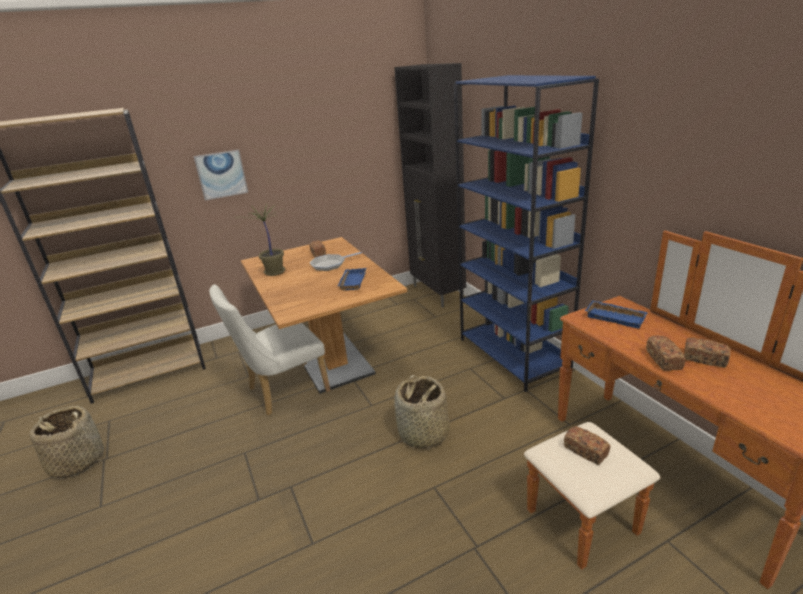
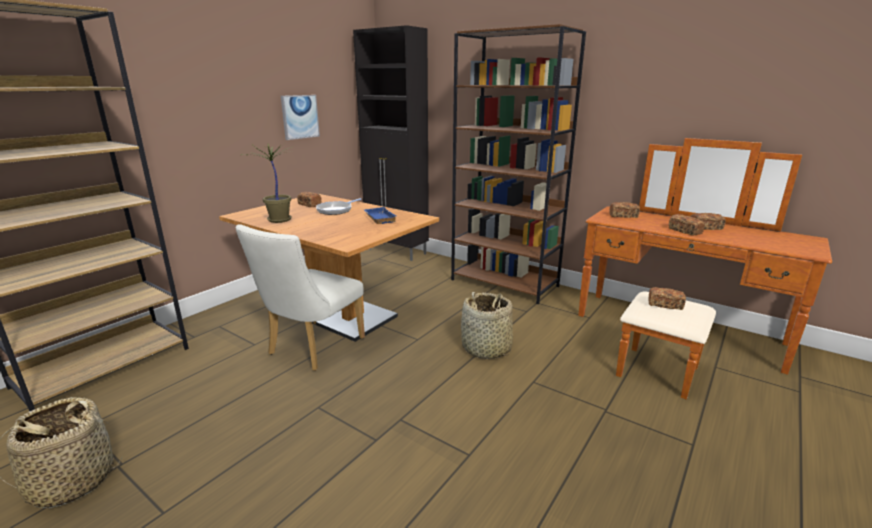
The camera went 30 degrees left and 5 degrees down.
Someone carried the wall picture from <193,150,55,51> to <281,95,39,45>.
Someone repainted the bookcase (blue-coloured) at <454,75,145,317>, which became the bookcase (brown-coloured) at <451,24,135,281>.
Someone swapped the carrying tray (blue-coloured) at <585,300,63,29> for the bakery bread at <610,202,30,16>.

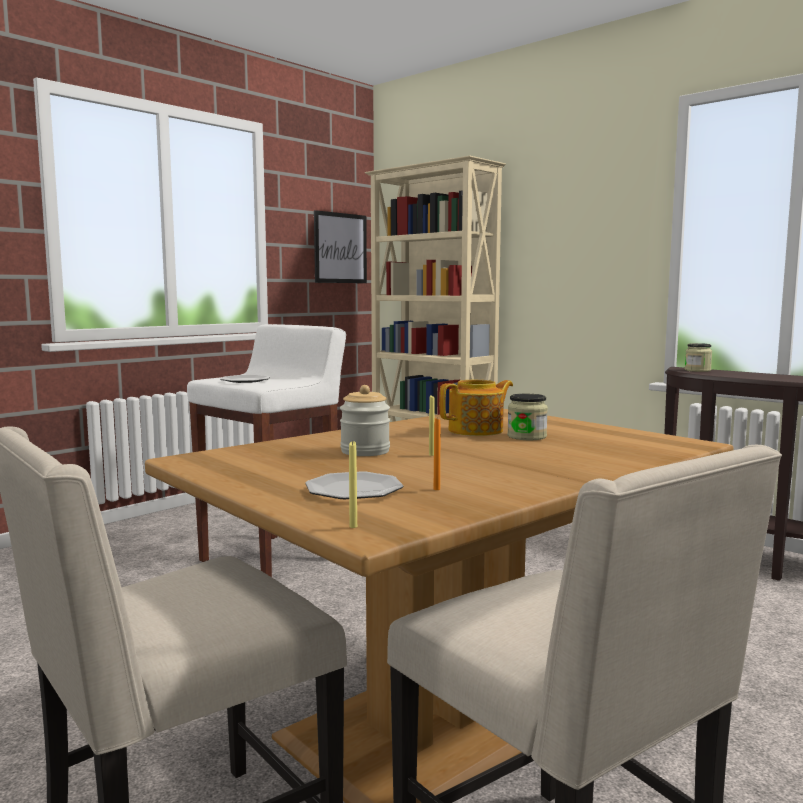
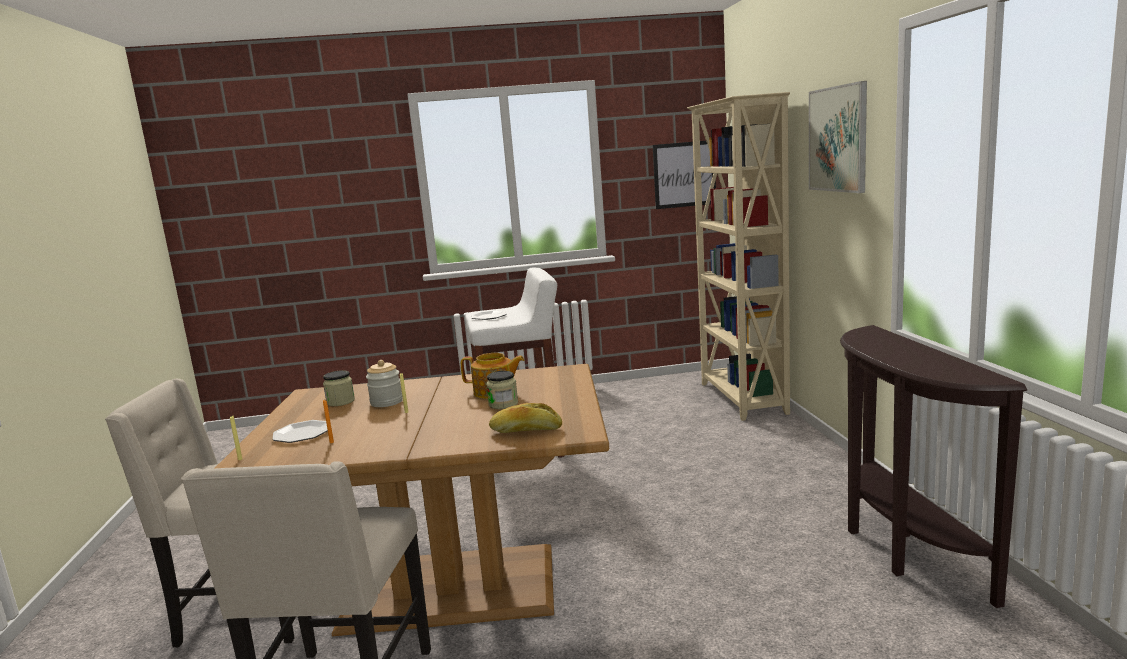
The camera went 40 degrees right and 5 degrees up.
Someone carried the storage jar from <685,343,27,29> to <323,370,32,36>.
Someone put down the bakery bread at <489,403,73,30>.
Someone put up the wall picture at <809,81,58,112>.

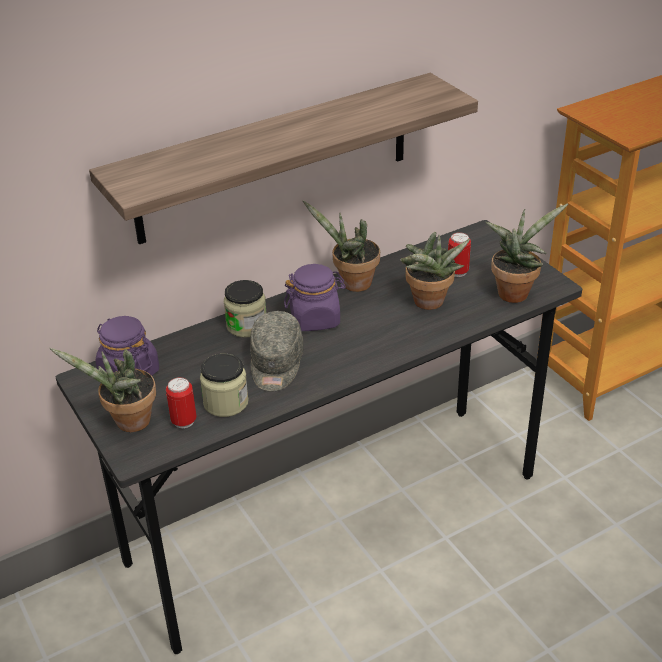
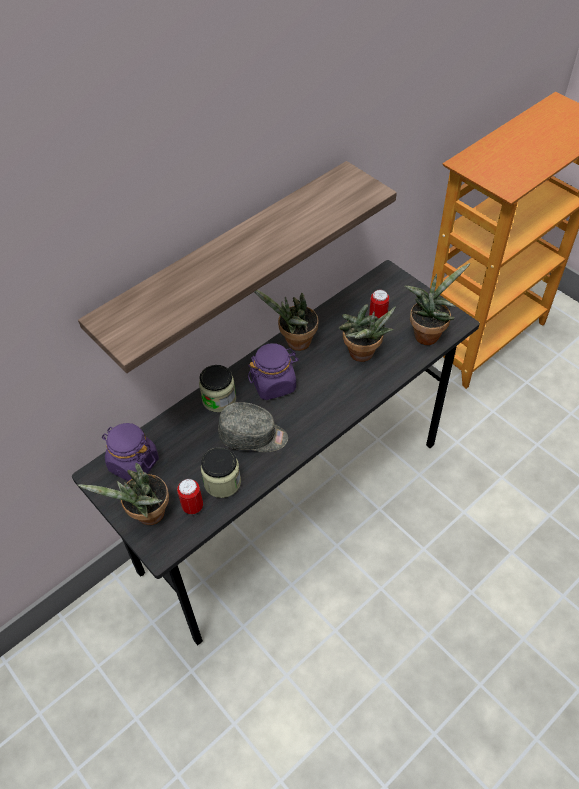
The camera went 10 degrees left and 15 degrees up.
Someone rotated the baseball cap (gray) at <250,311,54,81> by 75 degrees counterclockwise.

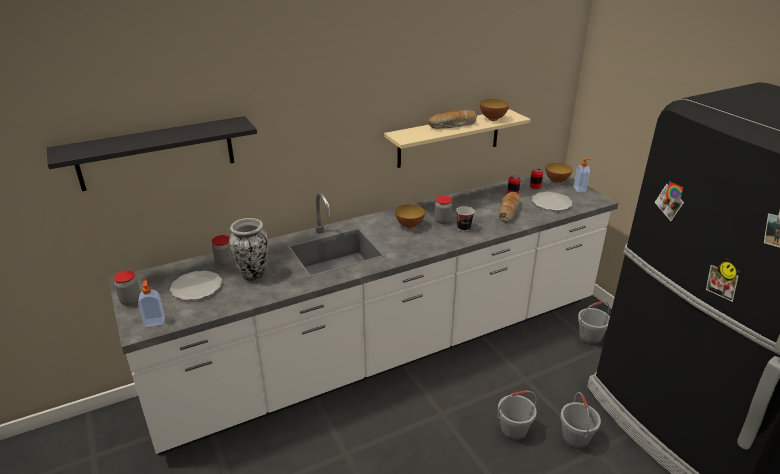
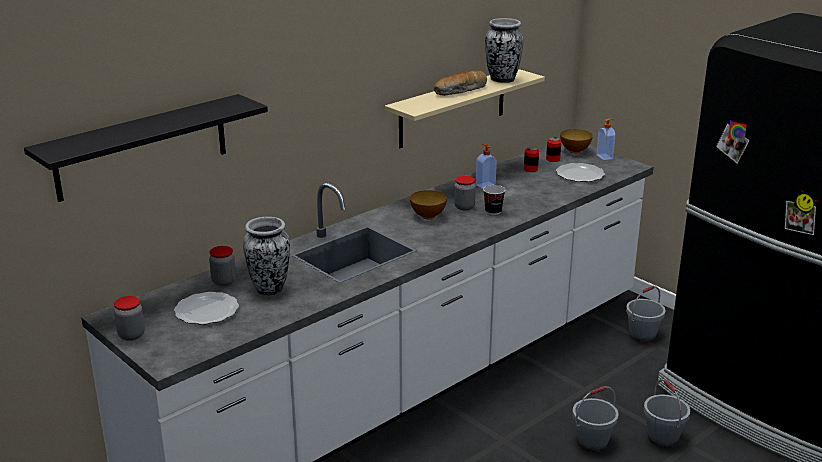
The camera went 15 degrees left and 5 degrees down.
Someone carried the liquid soap bottle from <138,280,27,47> to <476,144,21,45>.
Someone swapped the deep dish at <480,99,29,22> for the flower vase at <485,18,39,65>.
Someone took away the bakery bread at <499,192,21,31>.

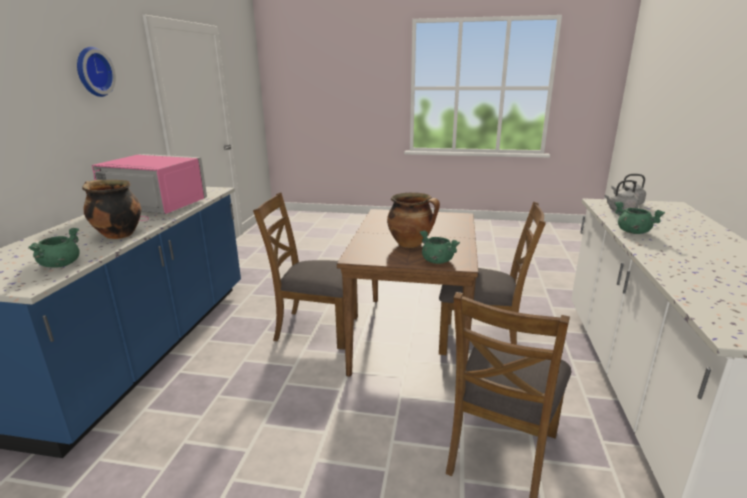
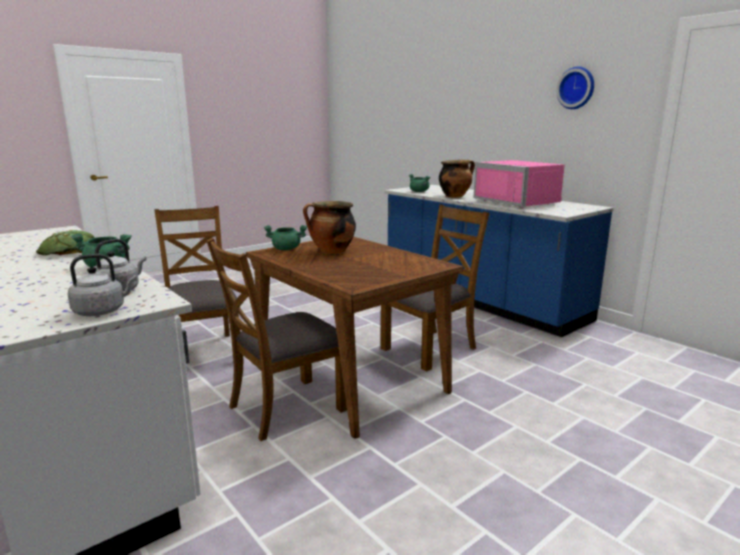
The camera went 130 degrees right and 5 degrees down.
Someone rotated the microwave oven (pink) at <92,154,115,67> by 90 degrees clockwise.
Someone put down the bakery bread at <36,230,59,26>.

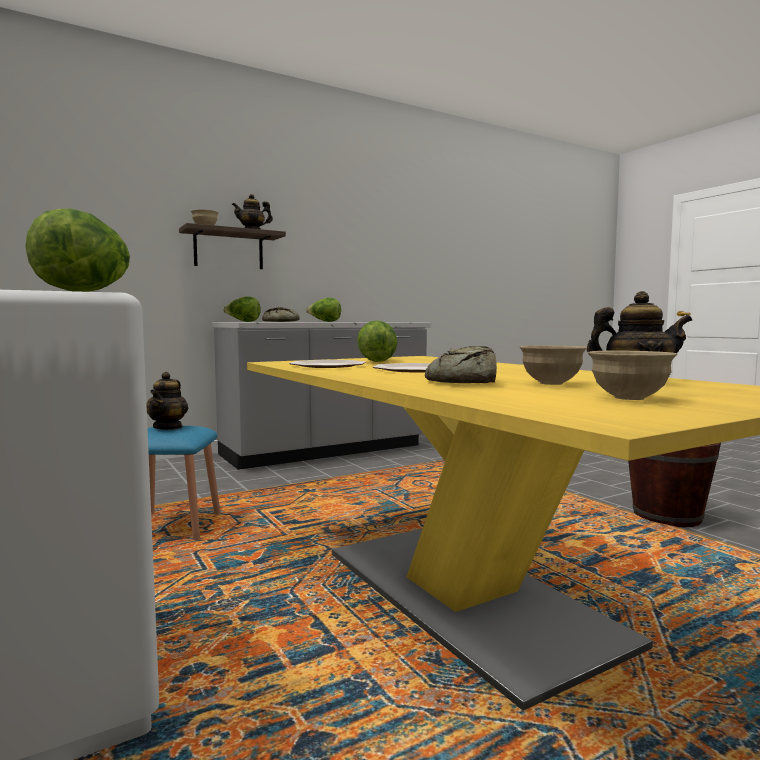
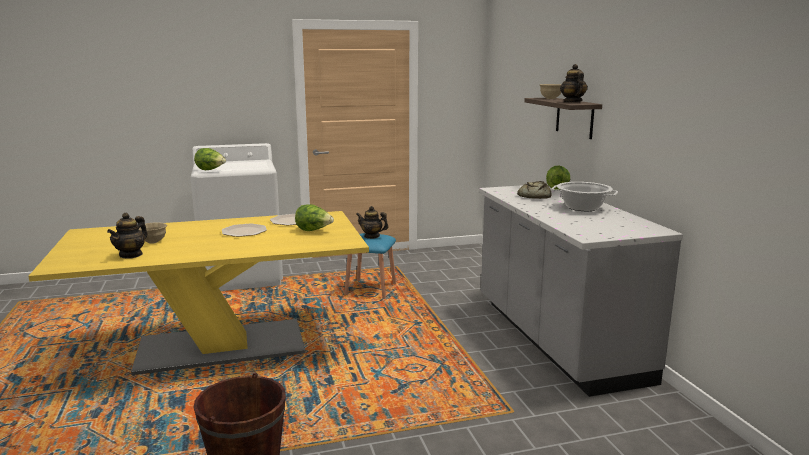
The camera went 105 degrees right and 10 degrees up.
Someone swapped the lettuce head at <306,298,35,24> for the stockpot at <551,182,67,29>.
Someone took away the bakery bread at <425,346,72,37>.
Someone took away the deep dish (beige) at <588,350,89,50>.

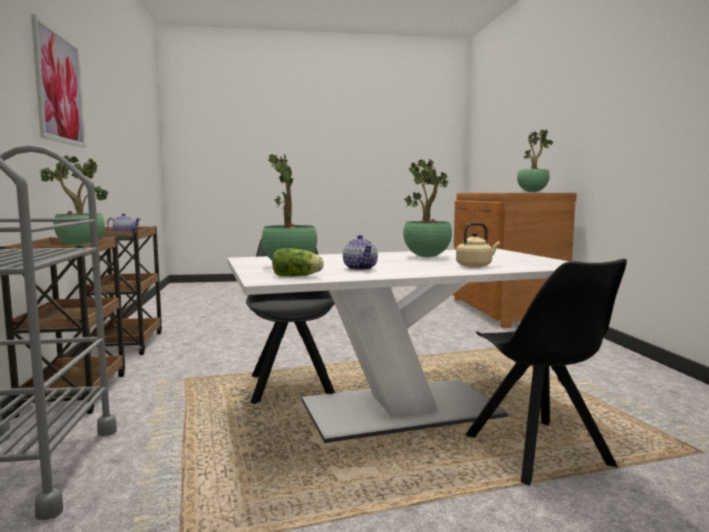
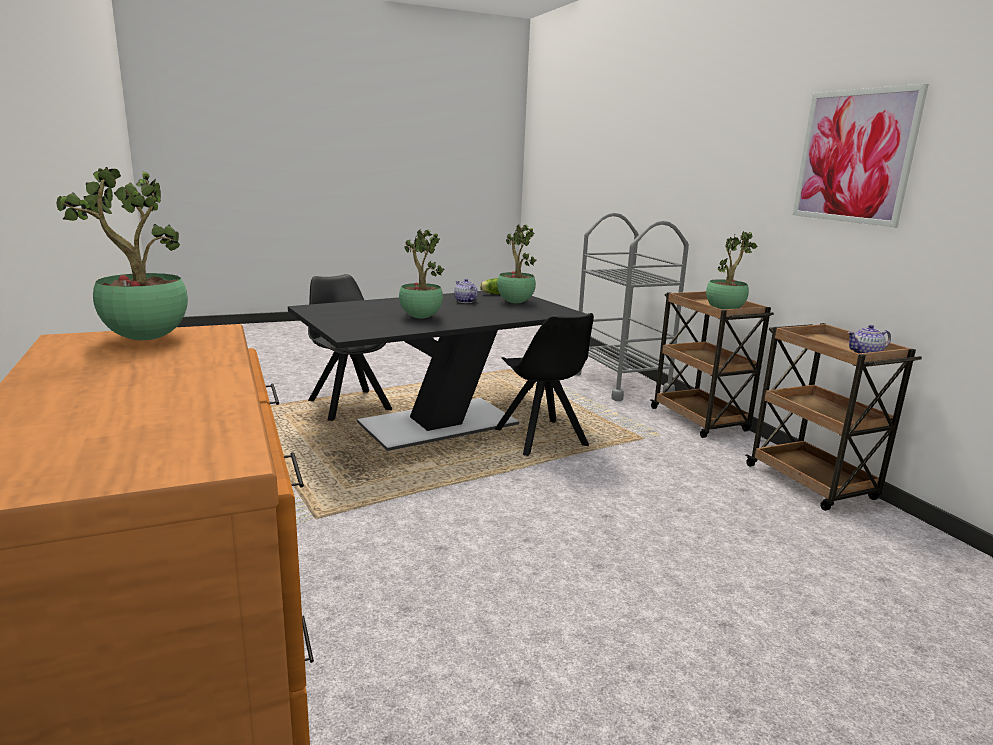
The camera went 165 degrees right and 10 degrees up.
Someone repainted the kitchen table (whitish) at <227,248,341,195>, which became the kitchen table (black-coloured) at <288,291,298,160>.
Someone took away the tea kettle (beige) at <456,223,44,45>.

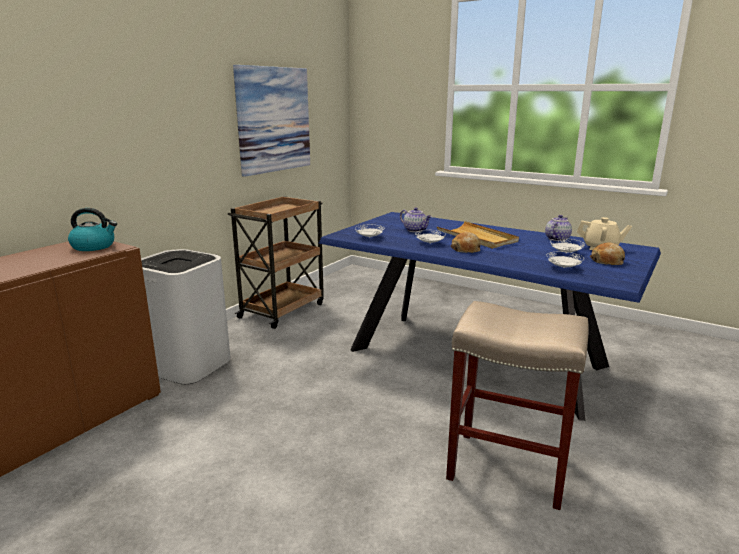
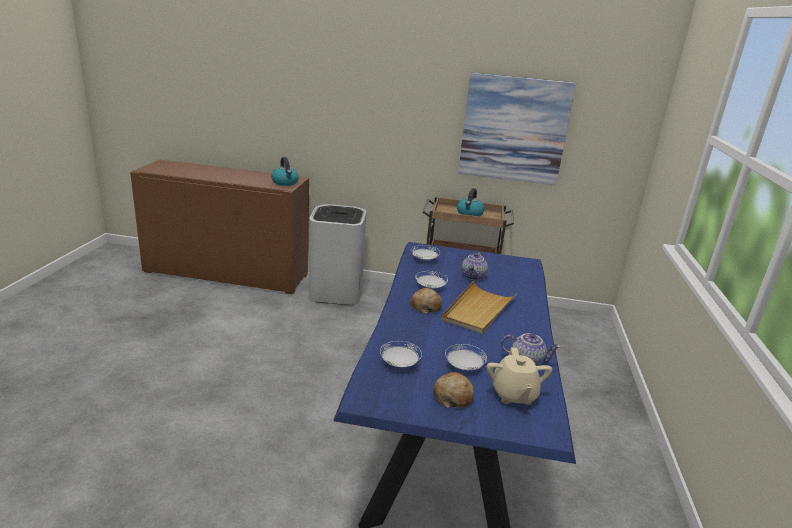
The camera went 65 degrees right and 5 degrees up.
Someone took away the stool (beige) at <446,301,143,209>.
Someone put down the tea kettle at <457,188,28,29>.

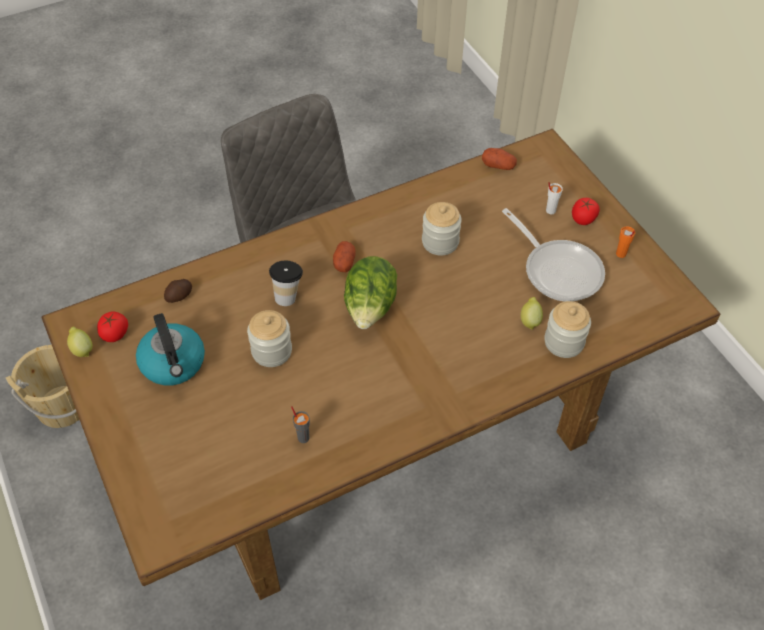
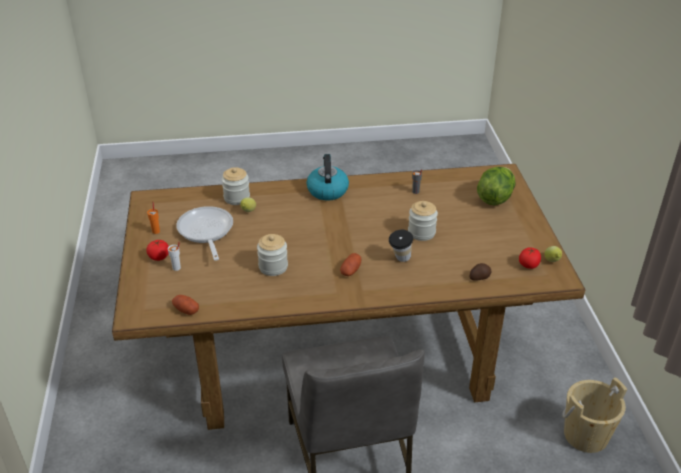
The camera went 160 degrees left and 15 degrees down.
Someone carried the tea kettle from <136,313,69,72> to <307,154,42,47>.
Someone carried the lettuce head from <344,256,53,73> to <477,167,39,38>.

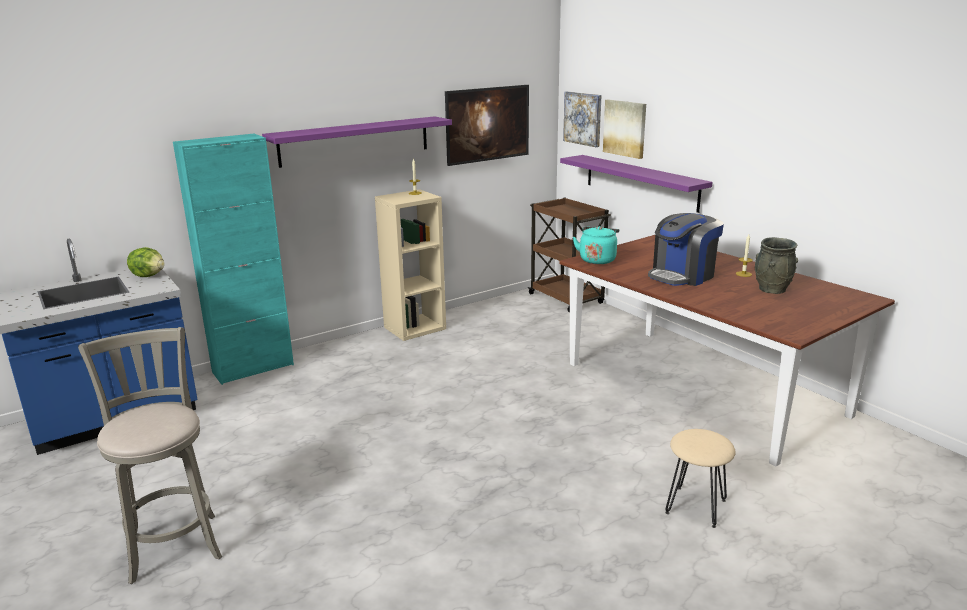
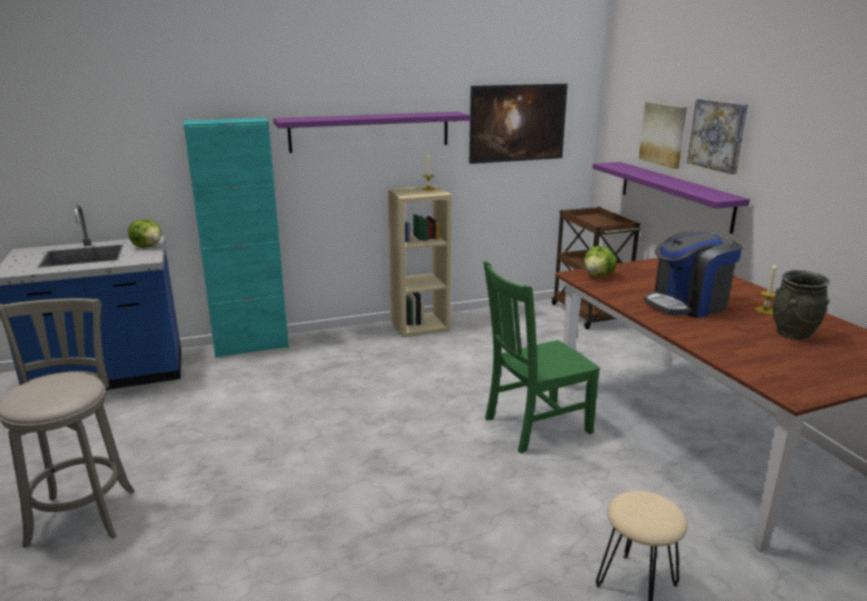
The camera went 15 degrees right and 0 degrees up.
Someone carried the wall picture from <563,91,39,56> to <687,99,61,75>.
Someone swapped the tea kettle (turquoise) at <573,226,46,38> for the lettuce head at <584,246,32,30>.
Someone put down the upright chair (green-coloured) at <483,261,117,193>.

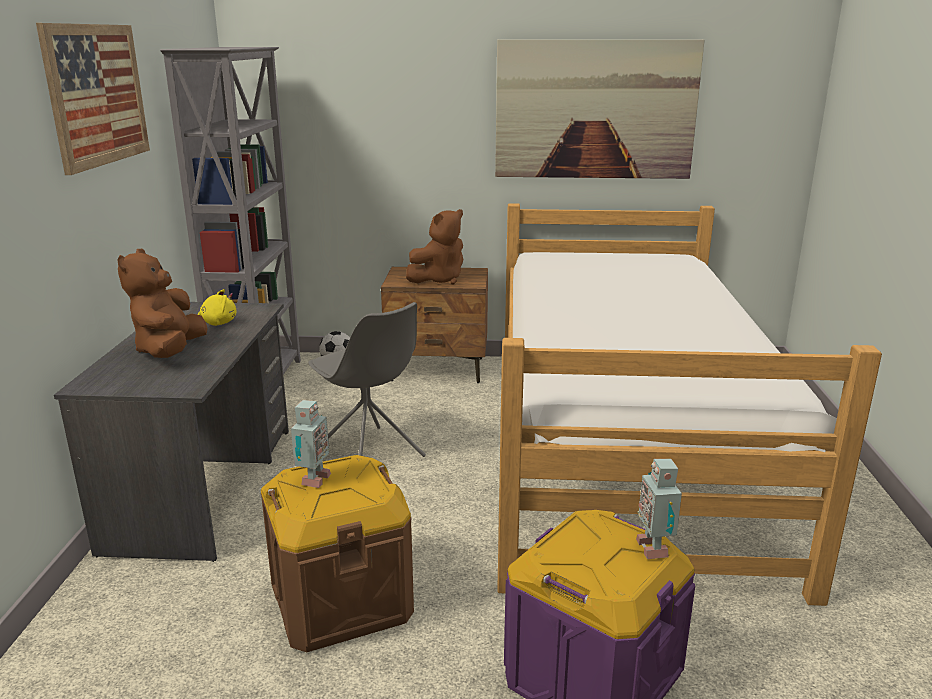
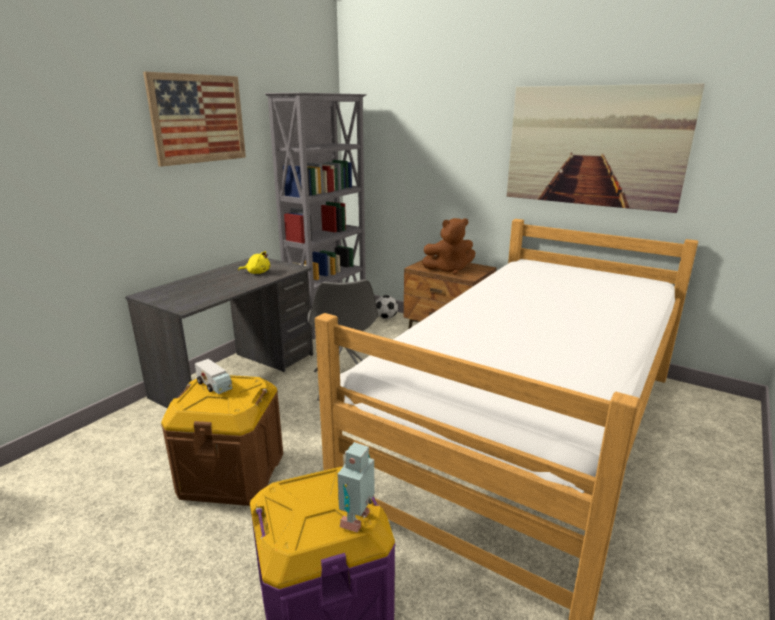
The camera went 30 degrees right and 0 degrees up.
Someone took away the soft toy (brown-coloured) at <118,249,90,109>.
Someone swapped the model robot at <291,400,40,88> for the model truck at <195,359,37,35>.

